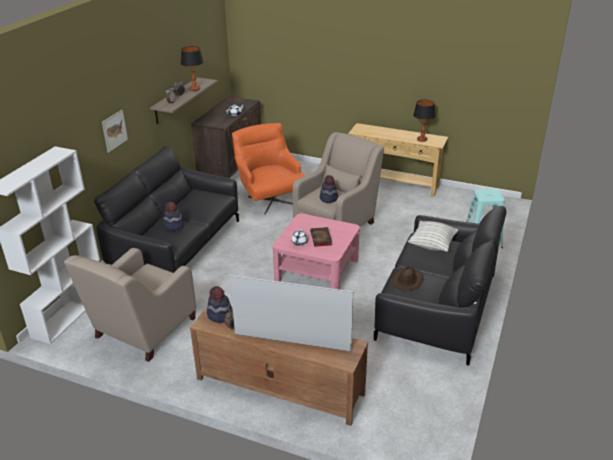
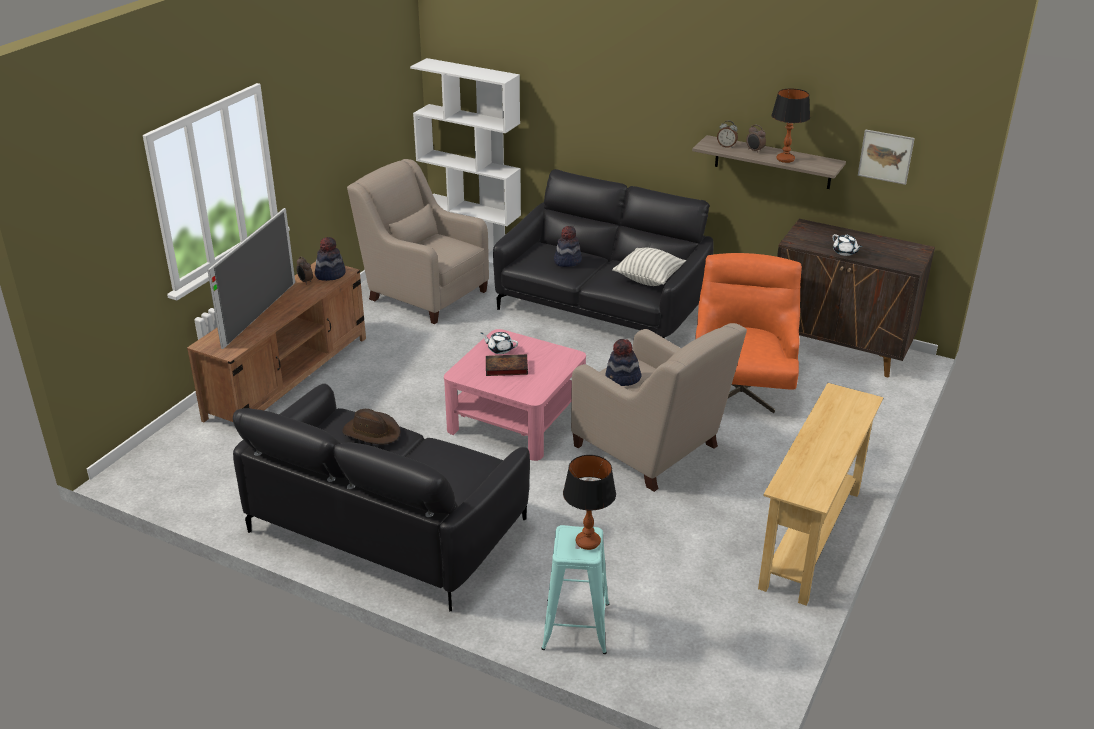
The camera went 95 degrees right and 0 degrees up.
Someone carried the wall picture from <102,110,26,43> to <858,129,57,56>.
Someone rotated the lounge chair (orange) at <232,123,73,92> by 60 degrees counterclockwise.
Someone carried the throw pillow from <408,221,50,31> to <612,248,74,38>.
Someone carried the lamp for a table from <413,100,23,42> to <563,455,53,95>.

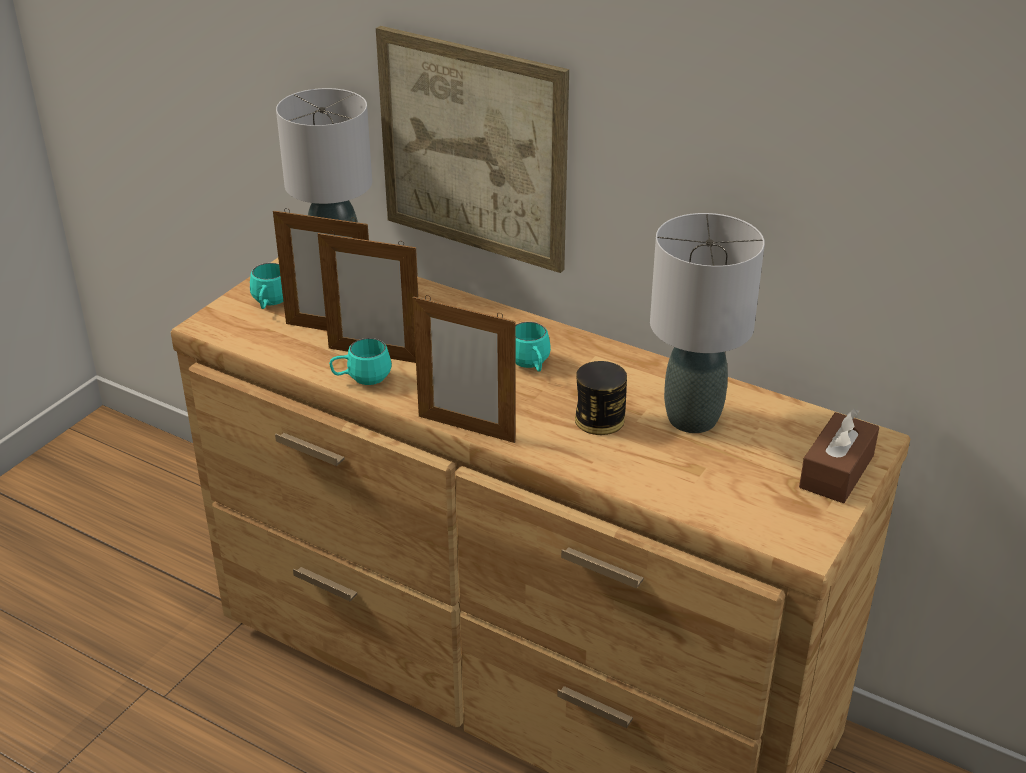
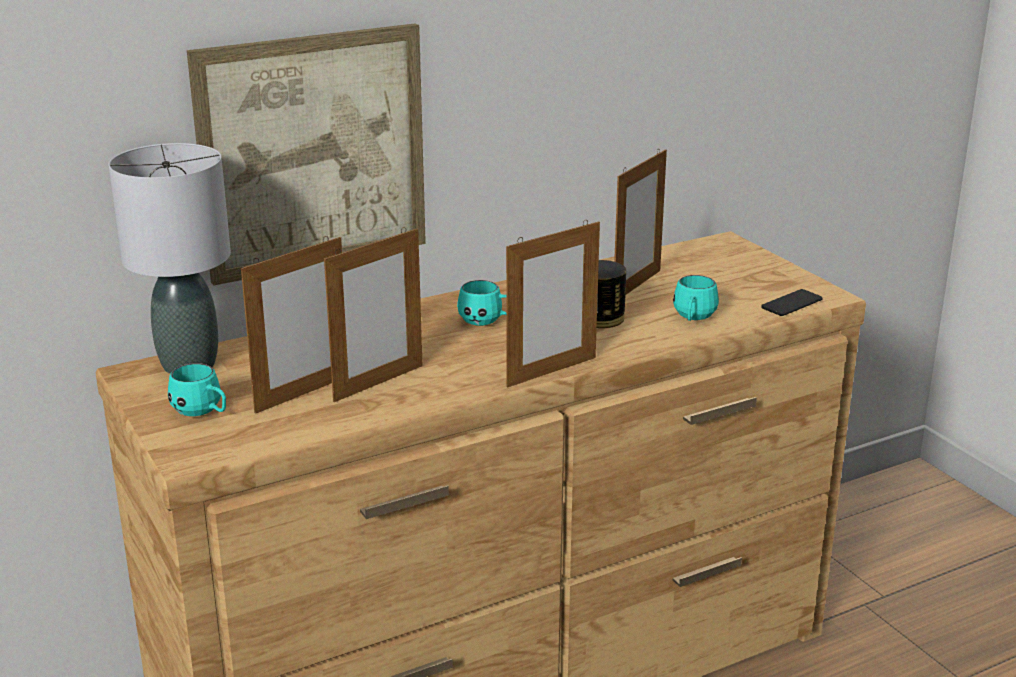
The camera went 60 degrees left and 10 degrees down.
Someone carried the coffee mug (turquoise) from <329,338,63,47> to <673,275,46,46>.
Someone swapped the lamp for a table (gray) at <650,213,115,220> for the standing frame at <614,149,53,146>.
Someone took away the box of tissues (brown-coloured) at <799,409,80,94>.
Someone put down the handset at <761,289,61,27>.

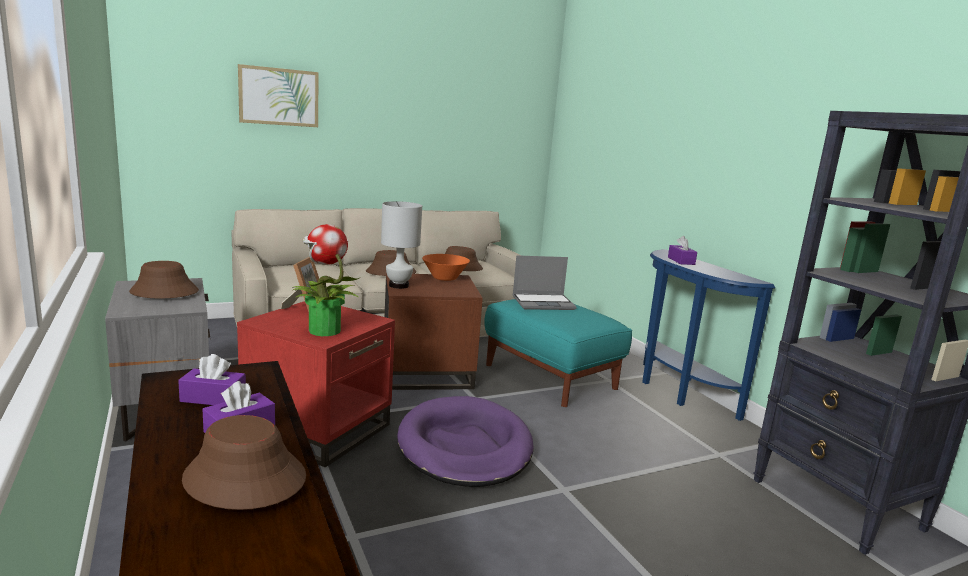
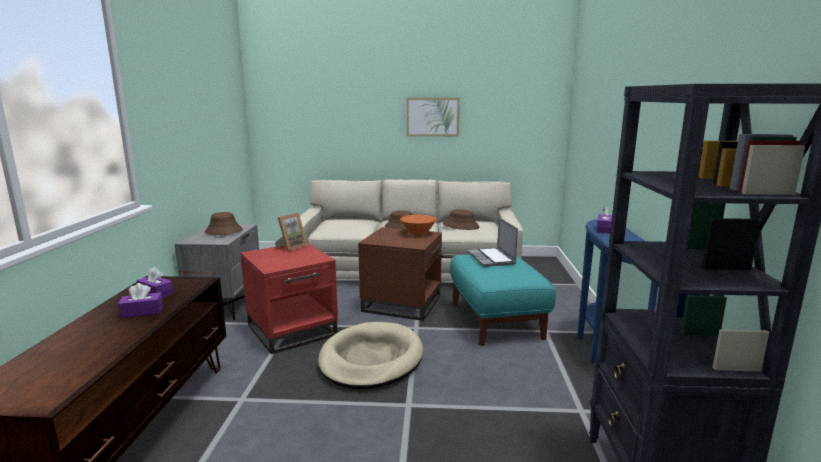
The camera went 30 degrees right and 0 degrees up.
Someone took away the clothing hat (brown-coloured) at <182,415,124,95>.
Someone carried the wall picture from <238,64,81,63> to <407,98,53,38>.
Someone took away the potted plant at <292,224,67,112>.
Someone took away the lamp for a table (whitish) at <381,201,41,88>.
Someone repainted the dog cushion (purplish) at <397,396,137,91>, which became the dog cushion (beige) at <318,322,105,67>.
Someone rotated the notebook computer at <512,255,65,55> by 60 degrees clockwise.

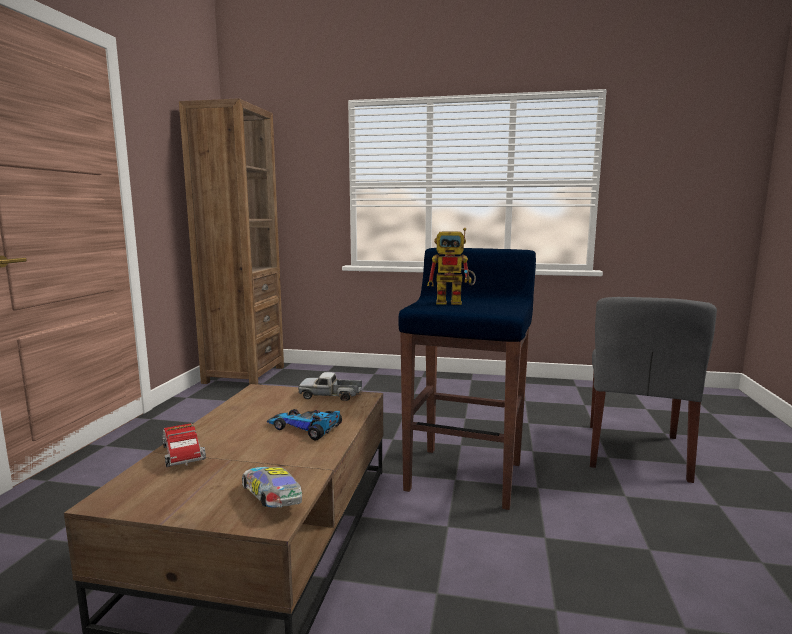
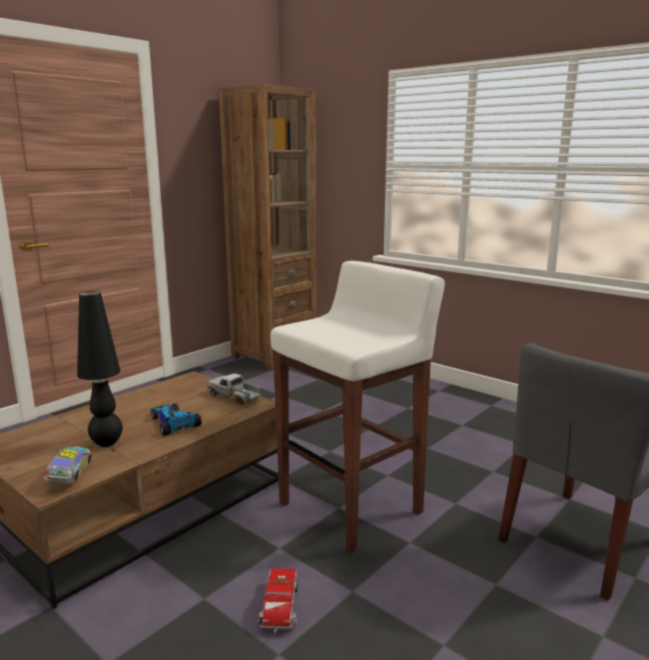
The camera went 30 degrees right and 5 degrees up.
Someone carried the model truck from <163,423,43,44> to <259,568,39,65>.
Someone repainted the stool (blue-coloured) at <398,248,138,262>, which became the stool (whitish) at <271,261,174,292>.
Someone took away the model robot at <427,228,49,77>.
Someone put down the lamp for a table (black-coloured) at <77,291,46,156>.

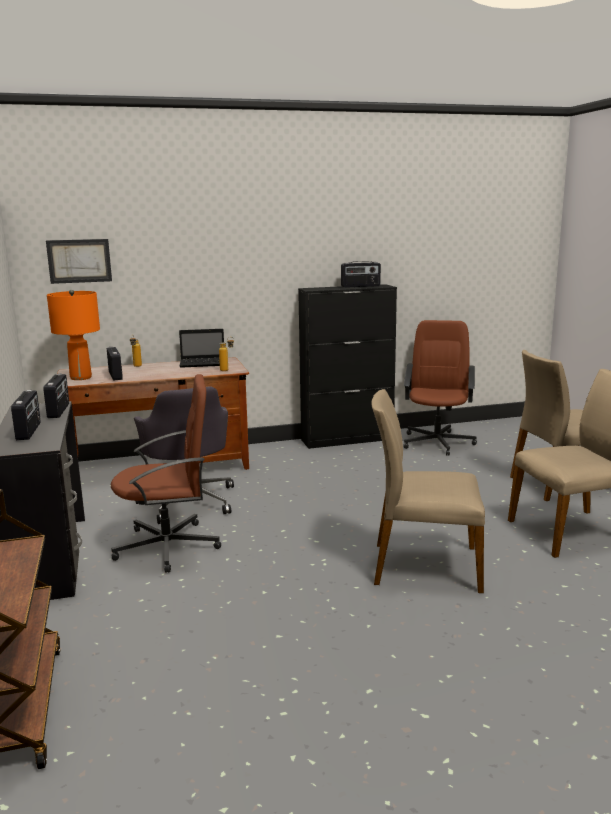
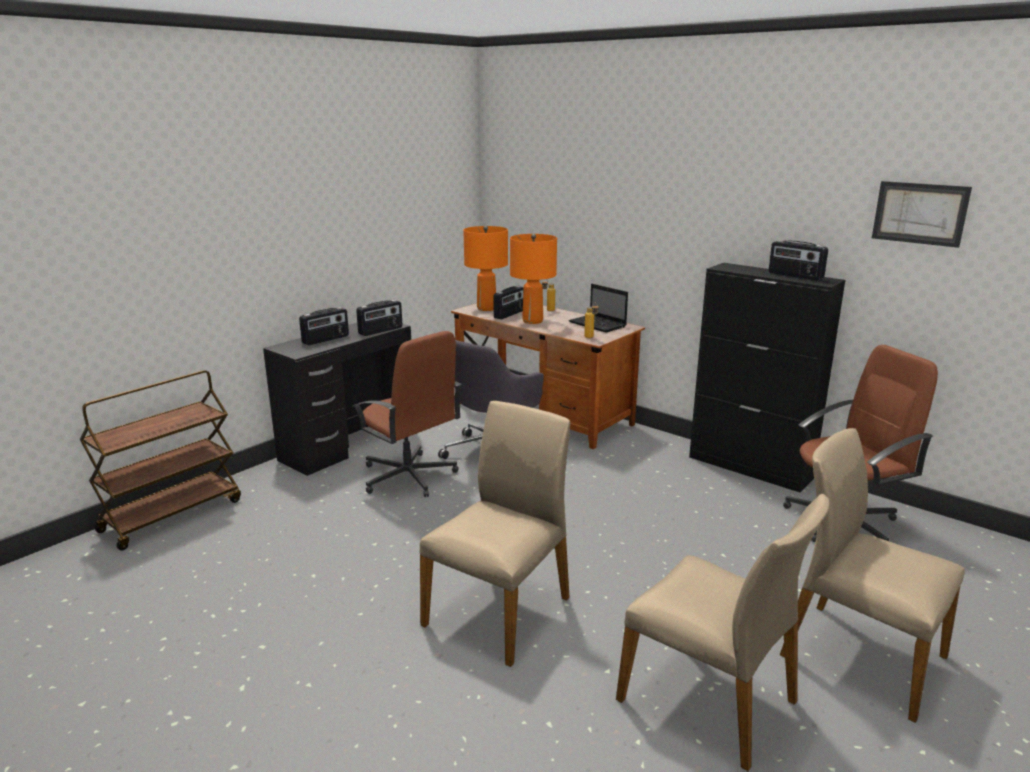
The camera went 55 degrees right and 5 degrees up.
Someone carried the wall picture from <46,239,66,45> to <872,181,100,67>.
Someone rotated the upright chair (beige) at <372,389,113,204> by 60 degrees clockwise.
Someone put down the lamp for a table (orange) at <510,234,47,90>.

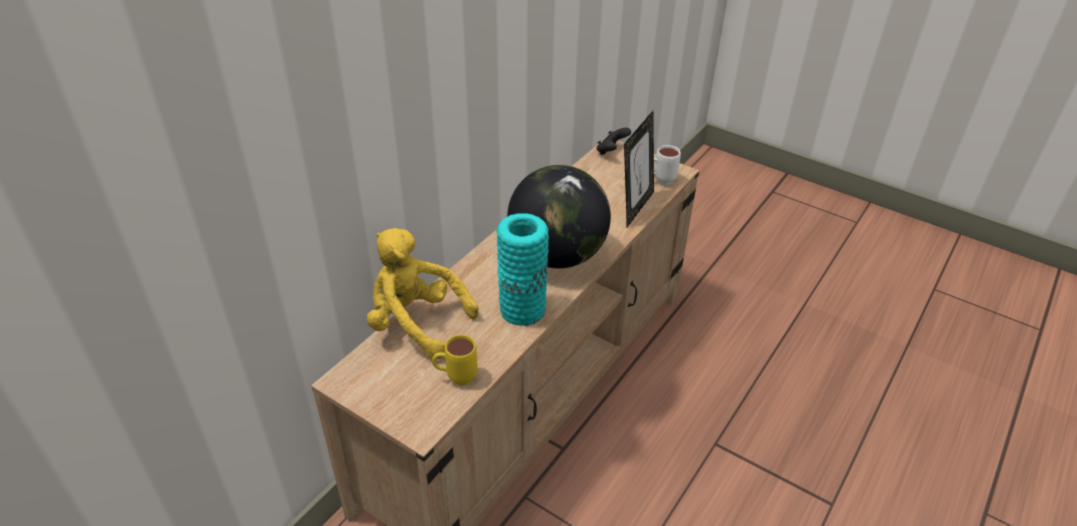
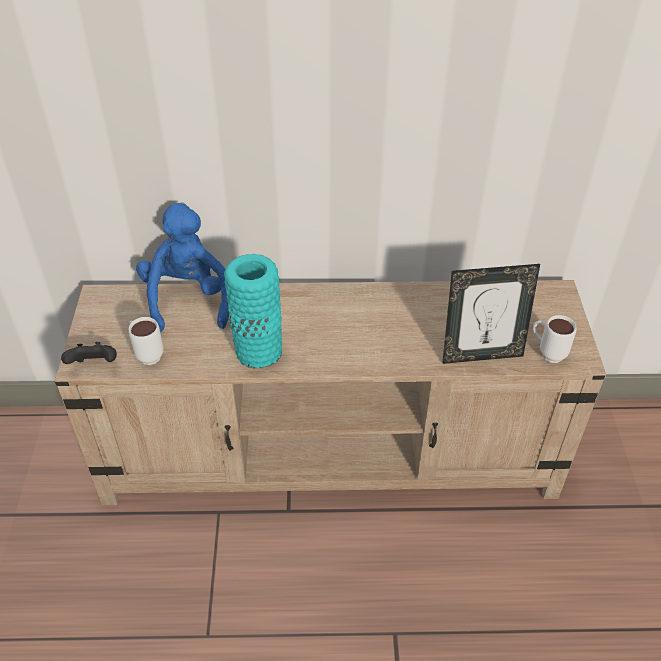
The camera went 55 degrees right and 5 degrees up.
Someone repainted the soft toy (yellowish) at <367,228,111,131>, which became the soft toy (blue-coloured) at <136,203,93,129>.
Someone repainted the coffee mug (yellowish) at <432,335,46,50>, which became the coffee mug (whitish) at <128,317,36,48>.
Someone took away the world globe at <507,165,104,103>.
Someone carried the joypad (black-coloured) from <597,128,34,27> to <61,342,56,22>.

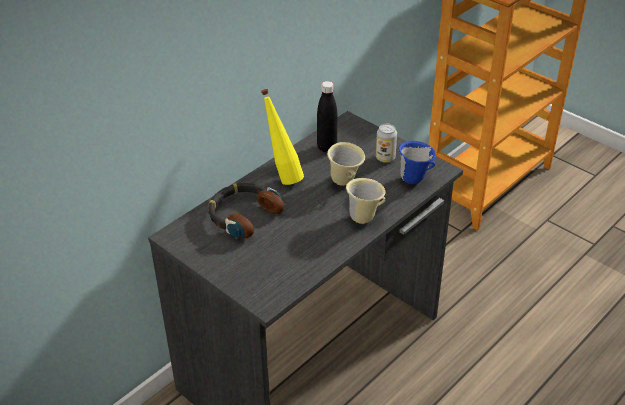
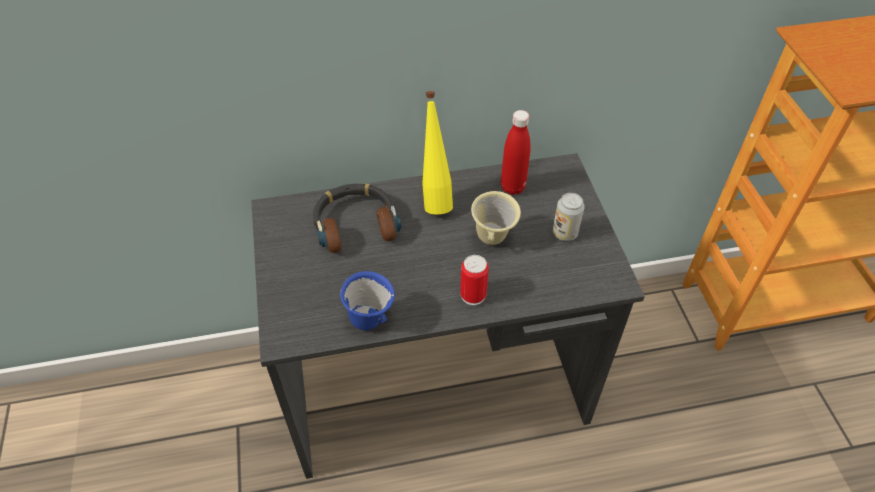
The camera went 35 degrees right and 10 degrees up.
Someone repainted the drink bottle (black-coloured) at <317,81,20,71>, which became the drink bottle (red-coloured) at <501,110,29,85>.
Someone swapped the coffee mug (beige) at <346,178,40,46> for the sealed can at <460,255,29,50>.
Someone carried the coffee mug (blue-coloured) from <398,141,38,43> to <340,271,55,59>.

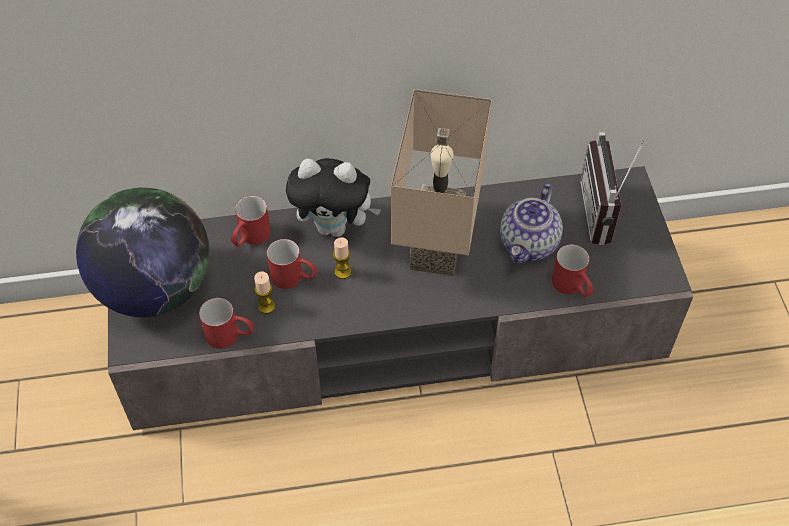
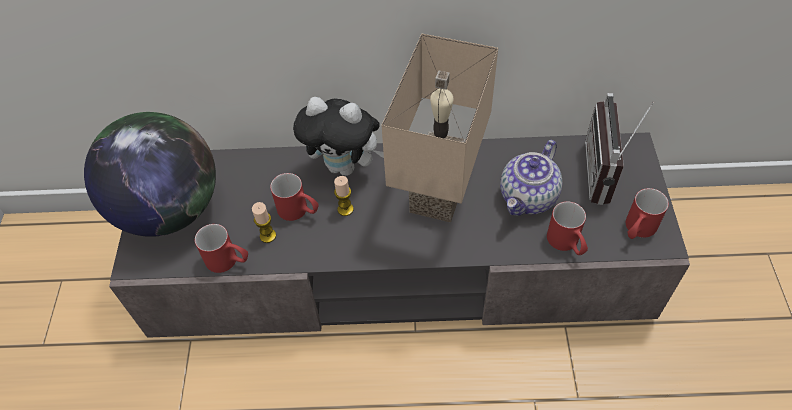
The camera went 10 degrees right and 0 degrees up.
Someone carried the coffee mug (red-coloured) from <231,196,40,51> to <626,188,43,51>.

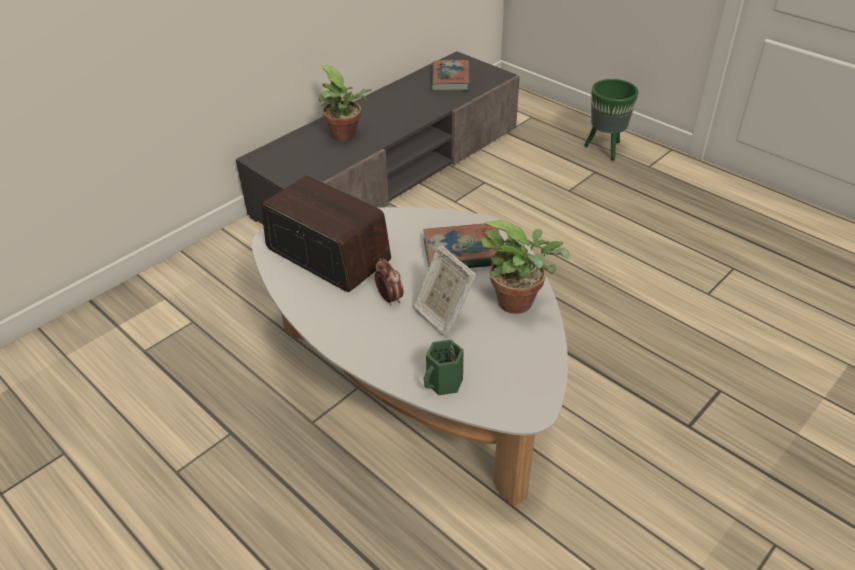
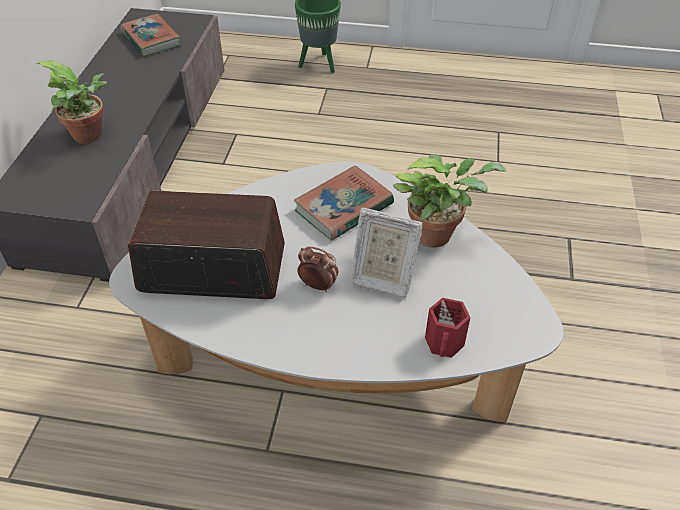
The camera went 35 degrees left and 5 degrees up.
Someone repainted the coffee mug (green-coloured) at <424,340,40,55>, which became the coffee mug (red-coloured) at <425,298,46,60>.

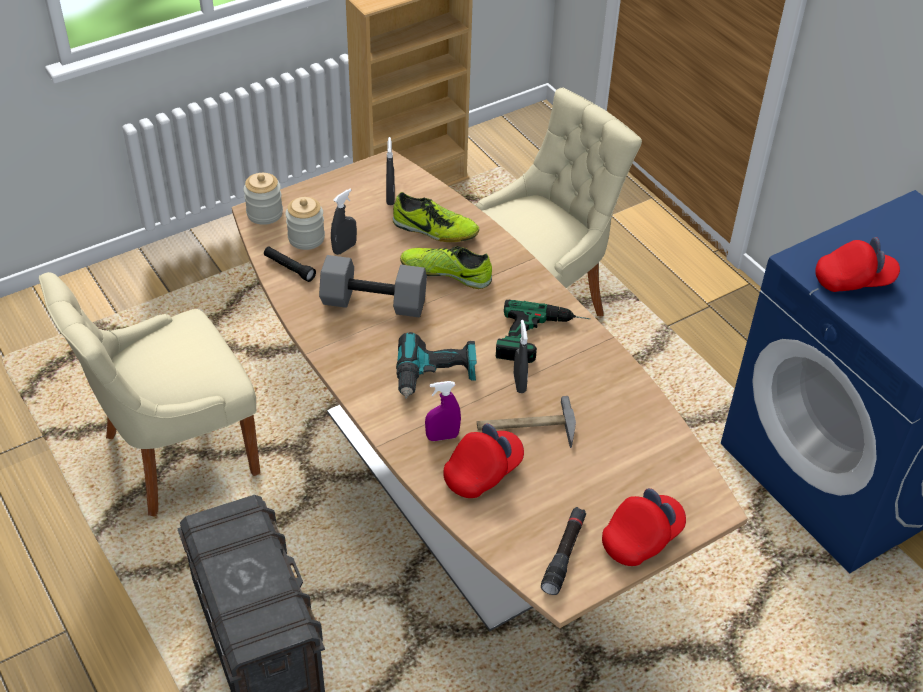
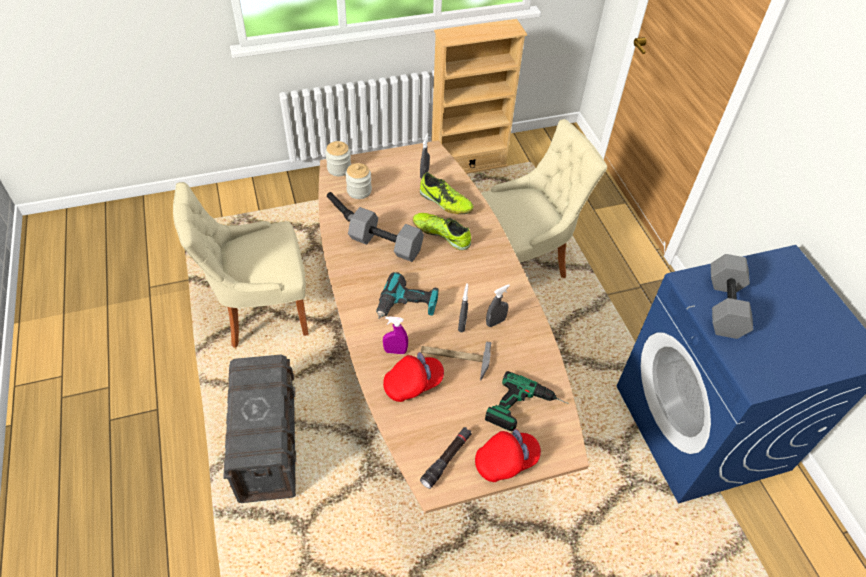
The camera went 15 degrees right and 5 degrees up.
Someone carried the hand sprayer (gray) from <331,189,26,66> to <486,284,24,43>.
Someone carried the power drill from <496,300,94,63> to <485,371,84,60>.
Someone swapped the baseball cap (red-coloured) at <815,237,85,55> for the free weight (gray) at <711,254,42,85>.

